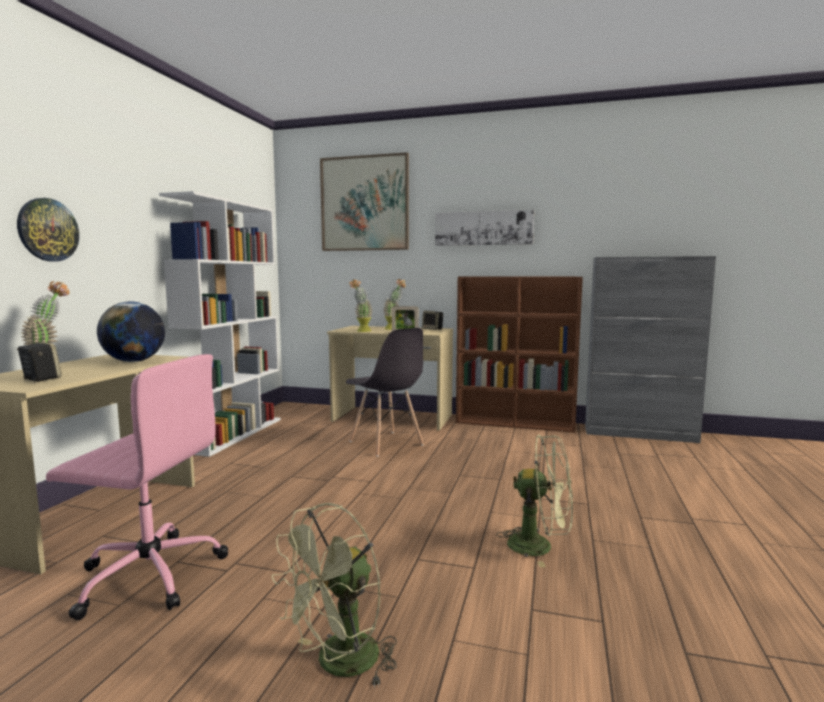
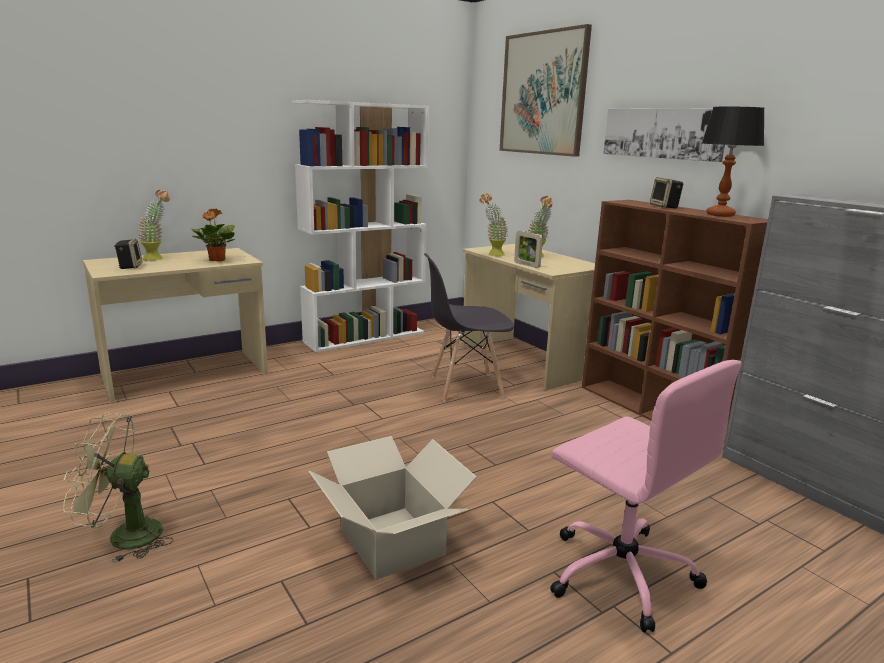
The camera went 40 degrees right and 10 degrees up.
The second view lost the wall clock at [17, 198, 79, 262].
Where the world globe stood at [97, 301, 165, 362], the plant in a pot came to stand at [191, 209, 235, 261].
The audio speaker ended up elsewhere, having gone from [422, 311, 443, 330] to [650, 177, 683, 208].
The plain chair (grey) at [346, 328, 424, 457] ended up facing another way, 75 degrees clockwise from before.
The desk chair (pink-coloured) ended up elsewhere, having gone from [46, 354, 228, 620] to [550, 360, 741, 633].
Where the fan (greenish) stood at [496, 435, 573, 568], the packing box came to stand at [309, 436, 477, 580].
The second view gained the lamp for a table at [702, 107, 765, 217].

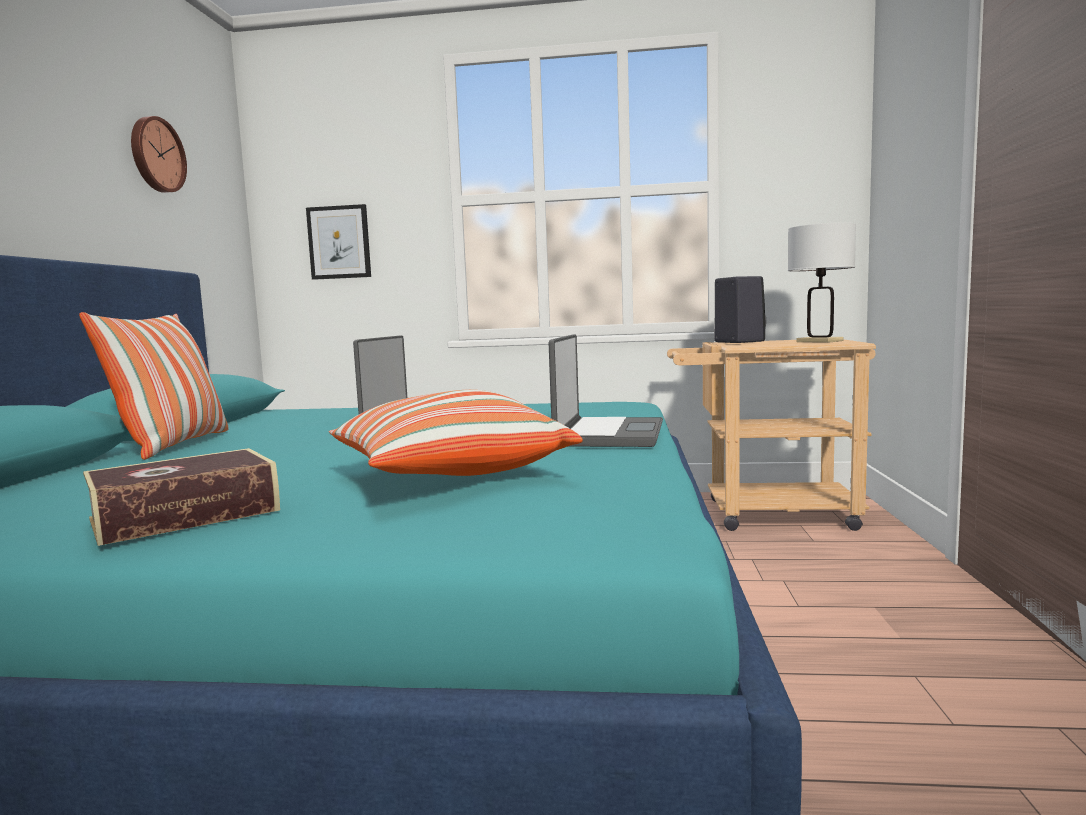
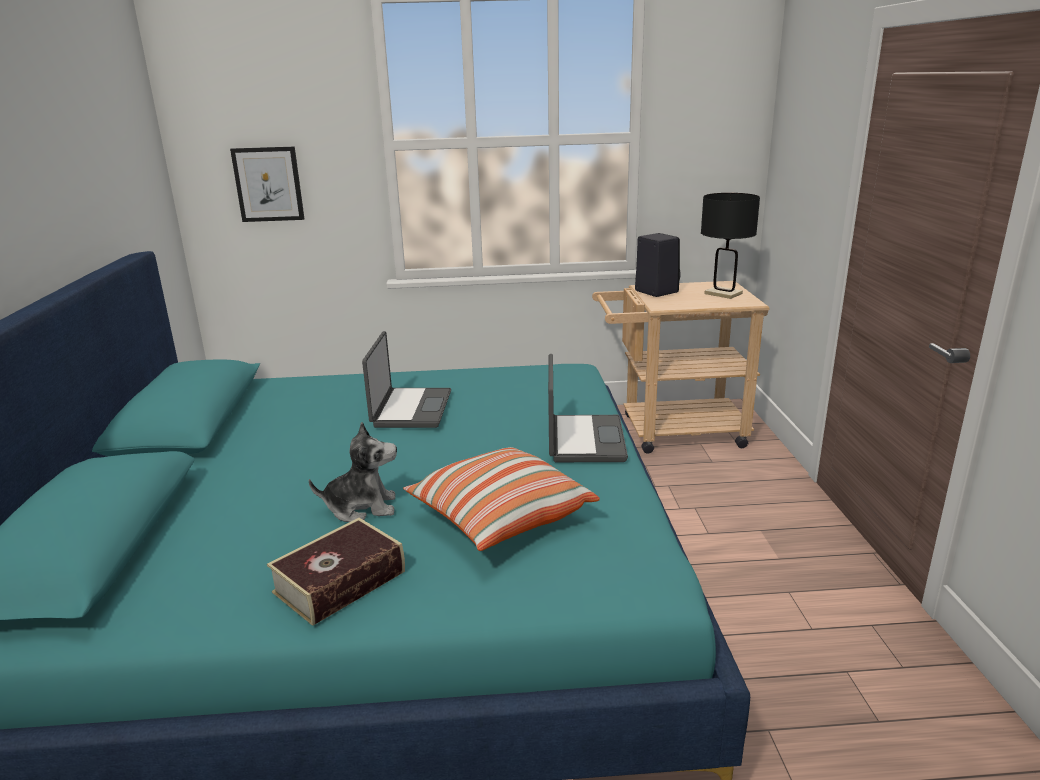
The camera went 10 degrees left and 15 degrees up.
The second view lost the wall clock at [131, 116, 187, 193].
What was the lamp for a table (white) at [788, 222, 856, 343] turned into the lamp for a table (black) at [701, 193, 760, 299].
The second view lost the throw pillow at [79, 312, 229, 460].
The second view gained the plush toy at [309, 422, 397, 522].

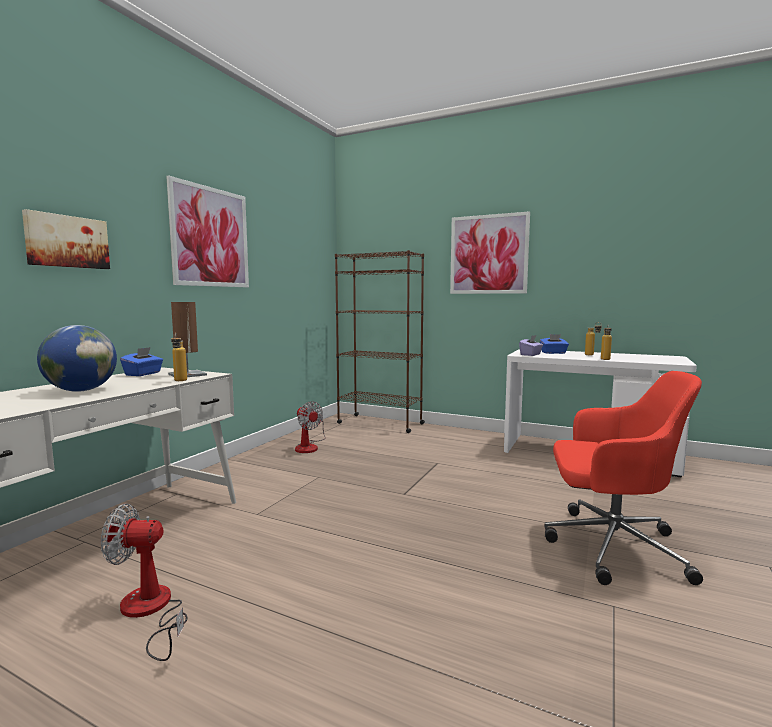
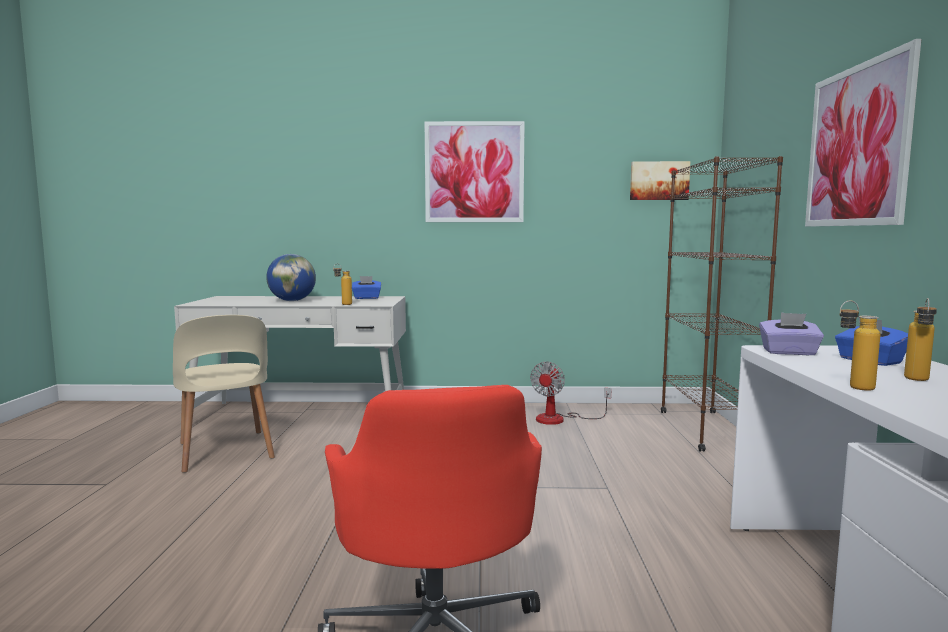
The camera went 65 degrees right and 0 degrees up.
The wall art ended up elsewhere, having gone from [22, 209, 110, 269] to [630, 161, 690, 200].
The second view lost the lamp for a table (brown-coloured) at [168, 302, 207, 377].
Where the fan stood at [101, 504, 188, 661], the plain chair (sand-coloured) came to stand at [173, 315, 275, 473].

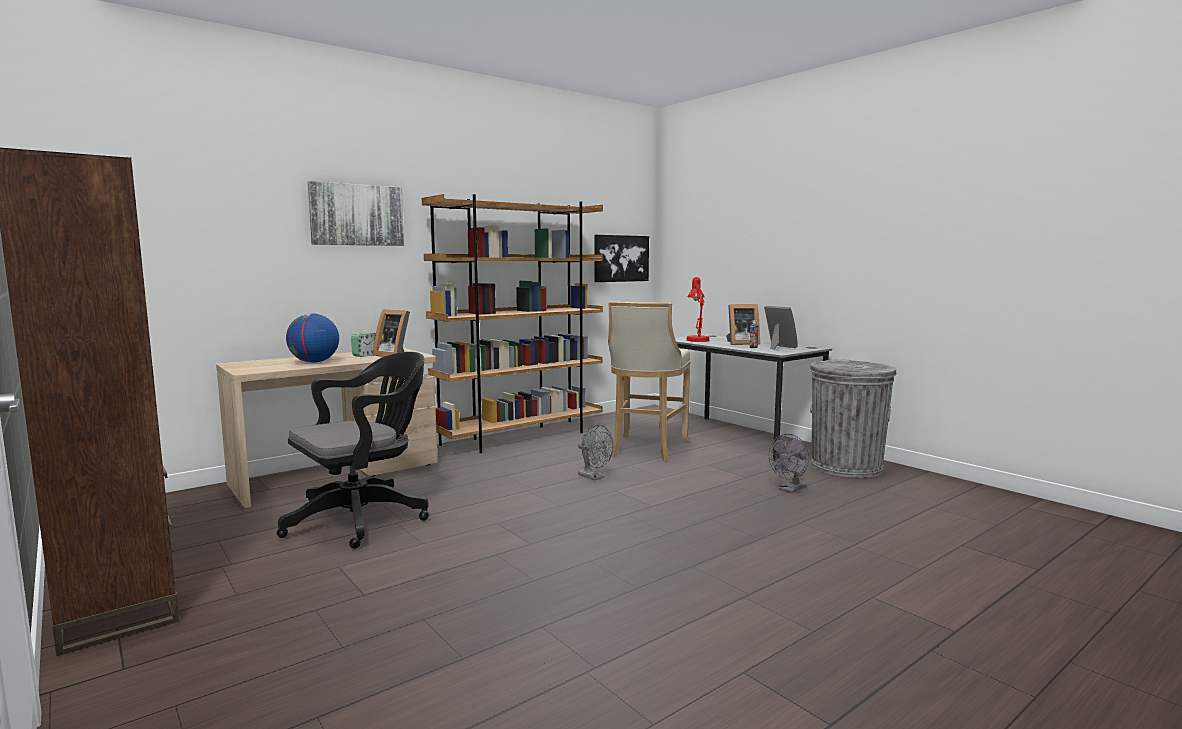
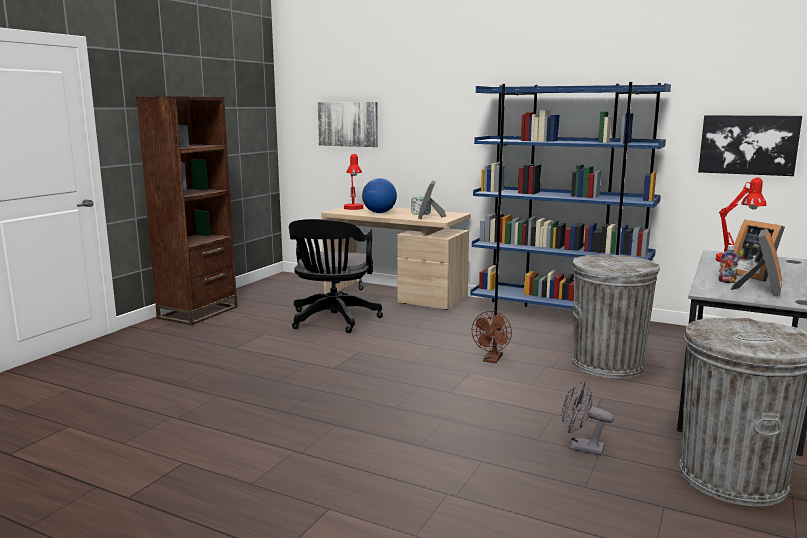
The camera went 65 degrees right and 5 degrees up.
The wall art ended up elsewhere, having gone from [308, 181, 404, 246] to [318, 102, 378, 147].
What was the shelving unit (brown-coloured) at [422, 194, 603, 453] turned into the shelving unit (bluish) at [471, 82, 671, 316].
Where the stool (sand-coloured) stood at [608, 302, 690, 461], the rubbish bin (grey) came to stand at [572, 255, 660, 378].
The desk chair (black) at [277, 352, 429, 549] ended up facing another way, 75 degrees clockwise from before.
What was the fan (grey) at [578, 425, 613, 480] turned into the fan (brown-coloured) at [472, 311, 512, 363].
The second view gained the lamp for a table (red) at [344, 154, 363, 210].

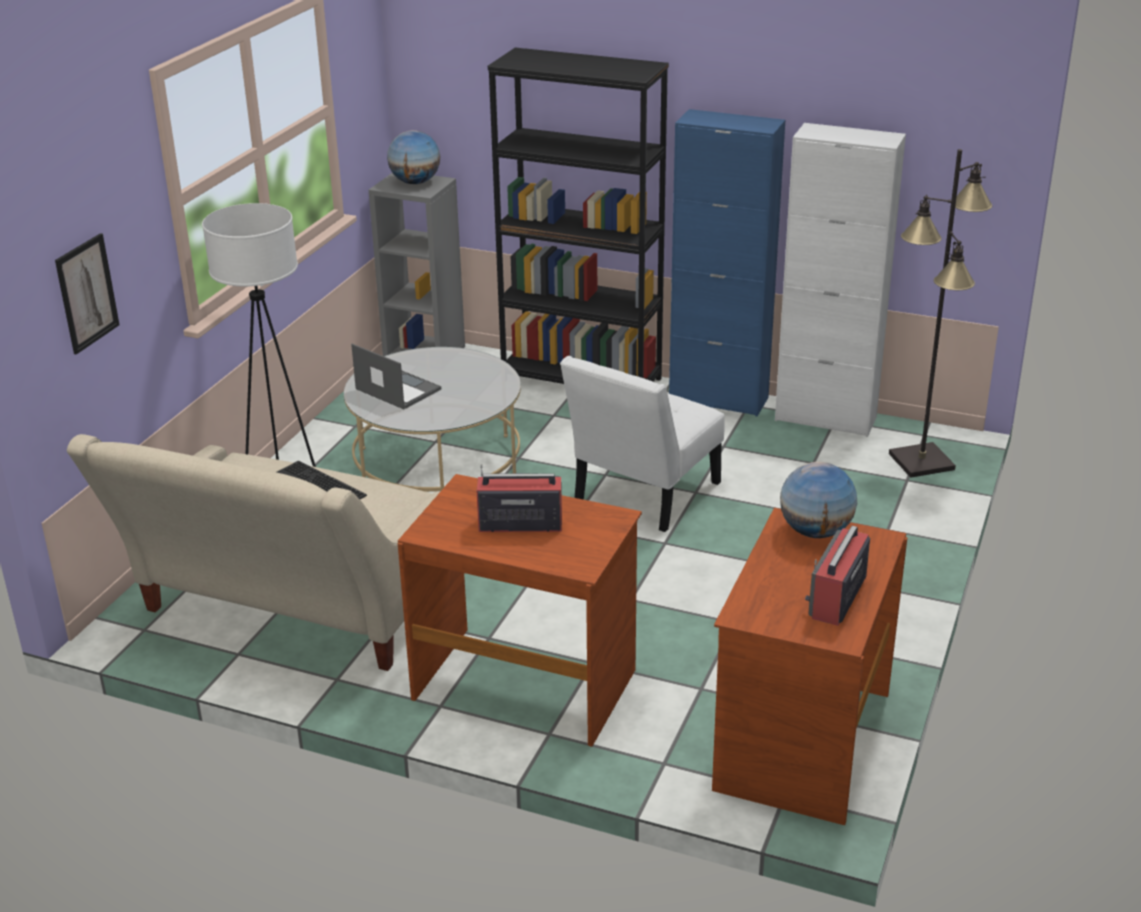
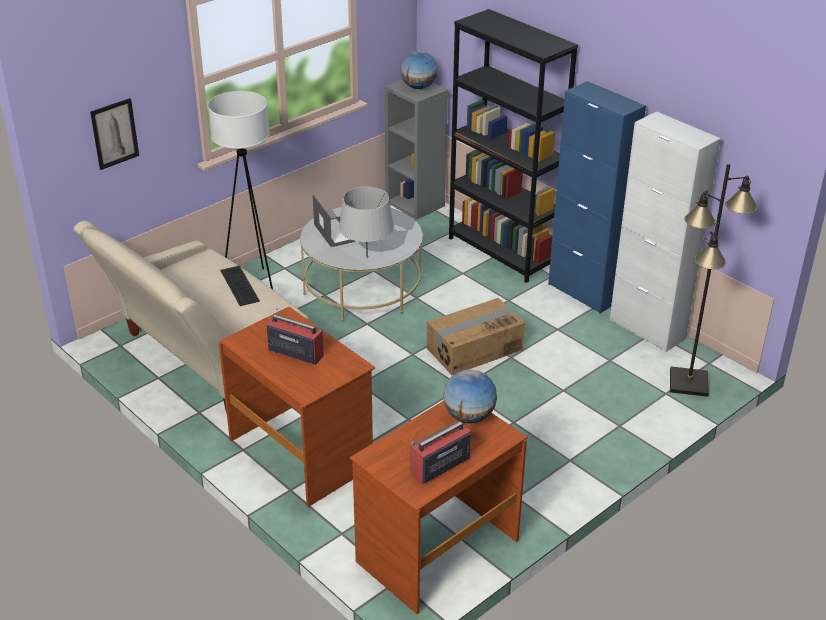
The camera went 25 degrees right and 5 degrees up.
Where the plain chair (white) stood at [560, 356, 725, 532], the packing box came to stand at [427, 298, 525, 375].
The second view gained the lamp for a table (grey) at [339, 186, 394, 258].

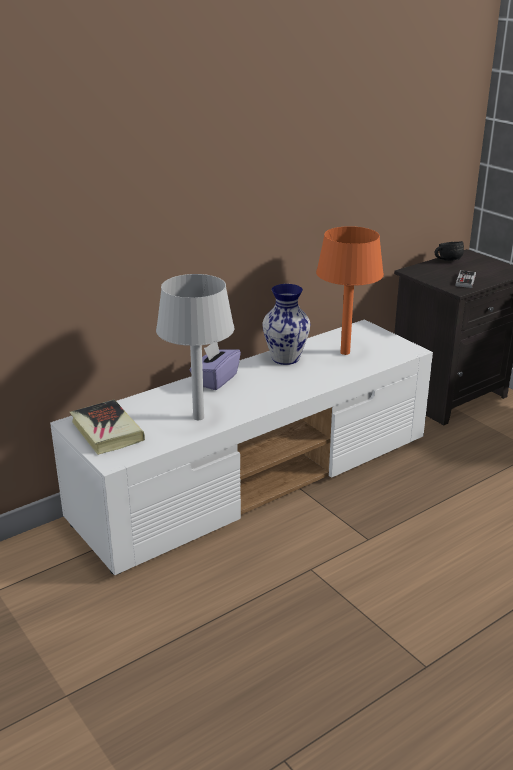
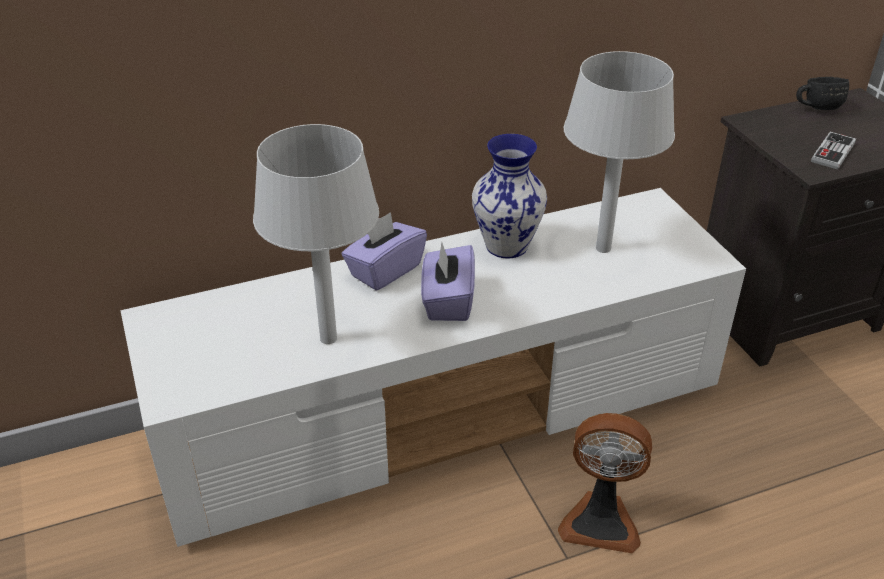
The camera went 15 degrees right and 10 degrees up.
What was the lamp for a table (orange) at [316, 226, 384, 355] turned into the lamp for a table (grey) at [564, 51, 675, 253].
The second view lost the bound book at [70, 400, 145, 455].
The second view gained the tissue box (purple-coloured) at [421, 241, 475, 321].
The second view gained the fan at [558, 413, 652, 553].

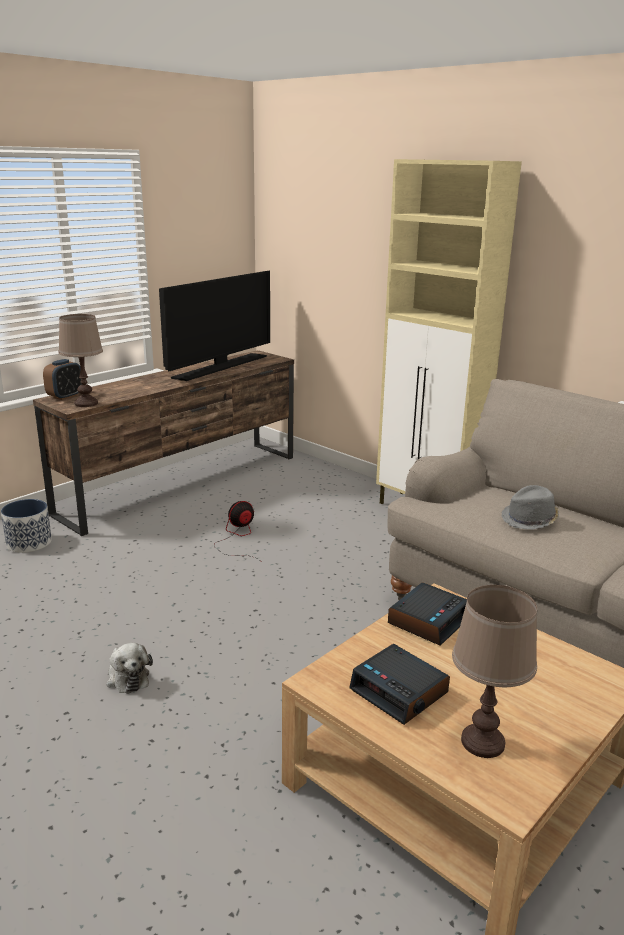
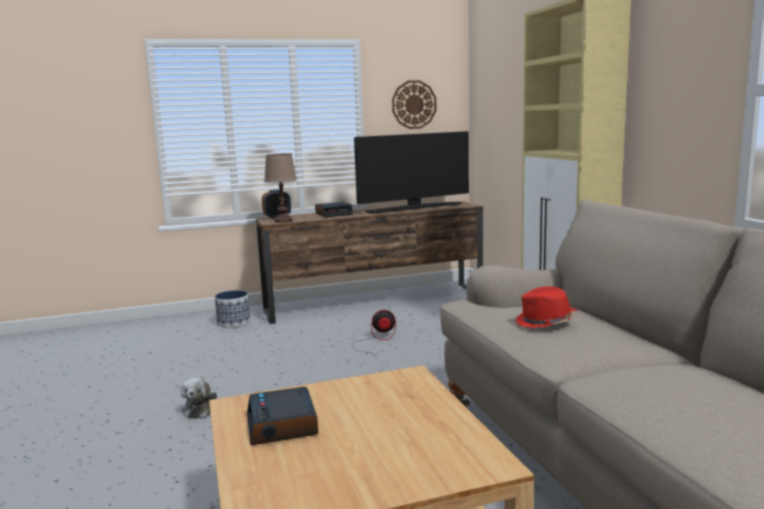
The camera went 30 degrees right and 10 degrees down.
What was the clothing hat (grey) at [502, 485, 559, 530] turned into the clothing hat (red) at [515, 286, 577, 328].
The bedside clock ended up elsewhere, having gone from [388, 583, 467, 646] to [315, 202, 353, 217].
The second view lost the lamp for a table (brown-coloured) at [452, 585, 537, 758].
The second view gained the wall clock at [392, 80, 437, 129].

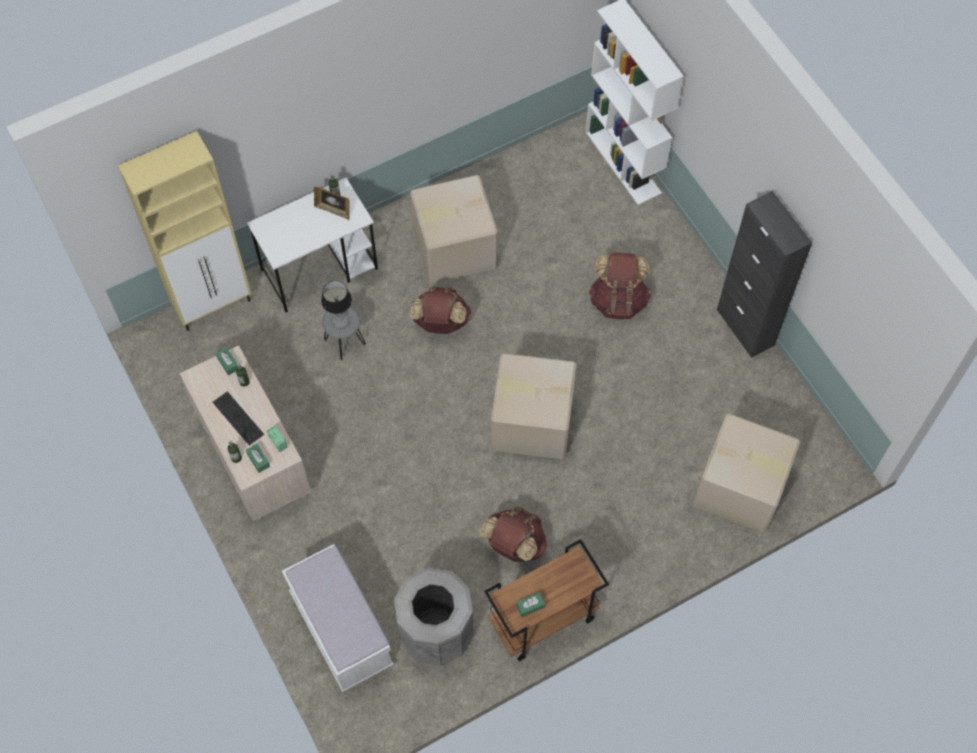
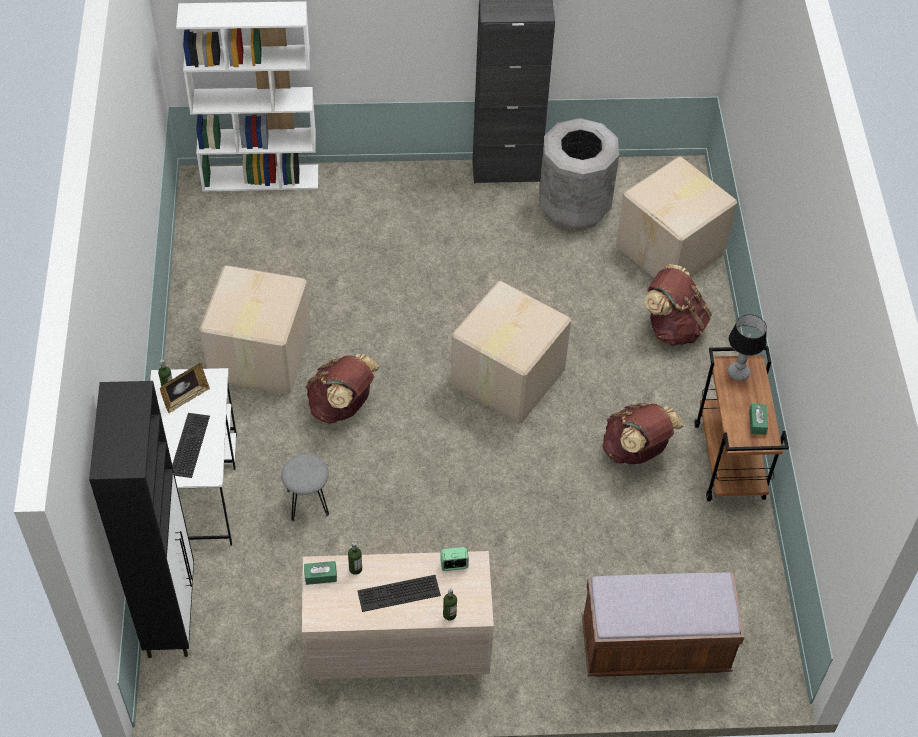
The camera went 65 degrees left and 10 degrees down.
What was the storage cabinet (sand-coloured) at [118, 131, 251, 331] turned into the storage cabinet (black) at [89, 381, 194, 658].
The knapsack (brown-coloured) ended up elsewhere, having gone from [589, 253, 651, 319] to [644, 264, 712, 346].
The lamp for a table ended up elsewhere, having gone from [321, 280, 352, 329] to [728, 314, 767, 381].
The second view lost the tissue box (greenish) at [246, 444, 270, 473].
What was the indoor bench (white) at [282, 544, 394, 692] turned into the indoor bench (brown-coloured) at [582, 572, 745, 677].
The rubbish bin (grey) ended up elsewhere, having gone from [394, 568, 473, 666] to [539, 118, 619, 231].
The second view gained the computer keyboard at [172, 413, 210, 478].

